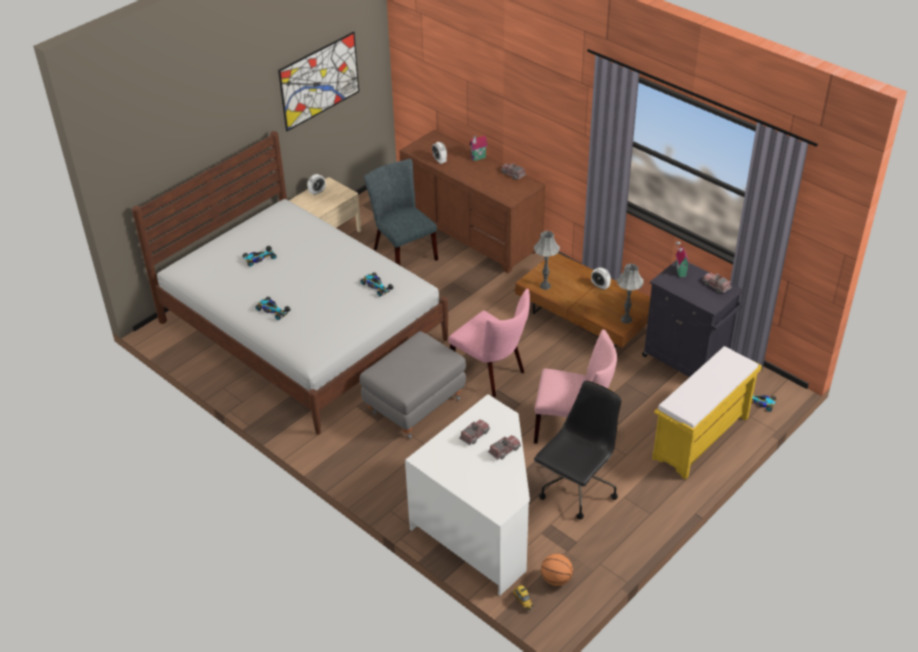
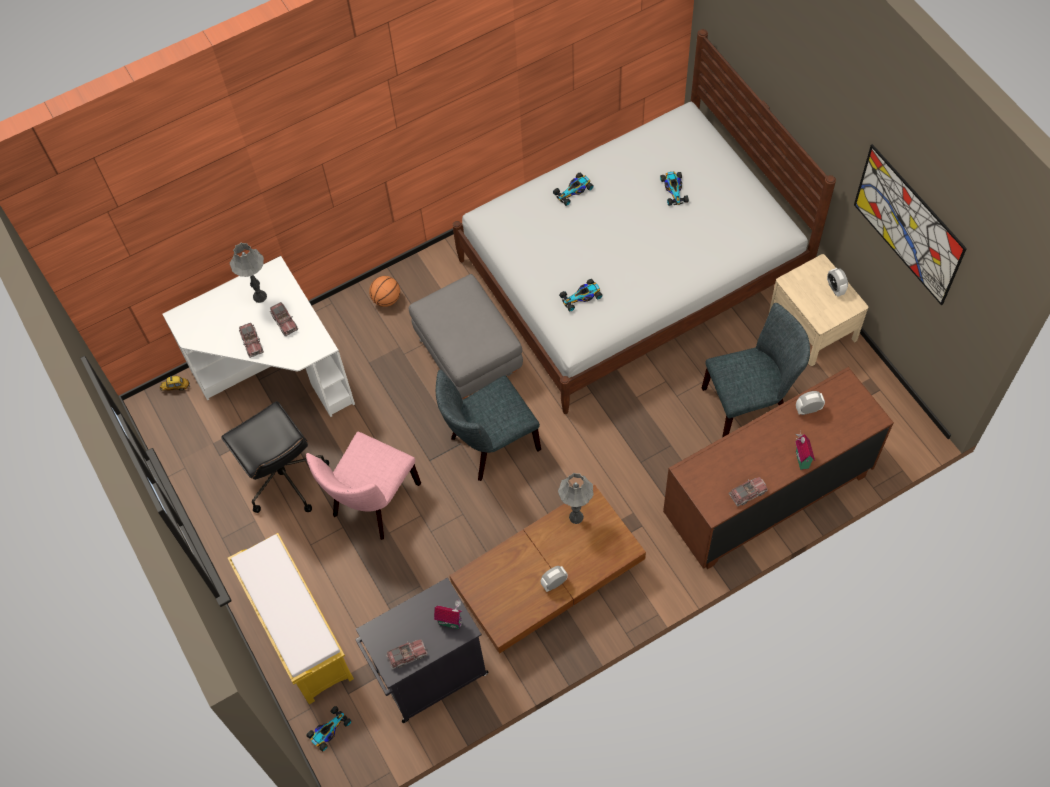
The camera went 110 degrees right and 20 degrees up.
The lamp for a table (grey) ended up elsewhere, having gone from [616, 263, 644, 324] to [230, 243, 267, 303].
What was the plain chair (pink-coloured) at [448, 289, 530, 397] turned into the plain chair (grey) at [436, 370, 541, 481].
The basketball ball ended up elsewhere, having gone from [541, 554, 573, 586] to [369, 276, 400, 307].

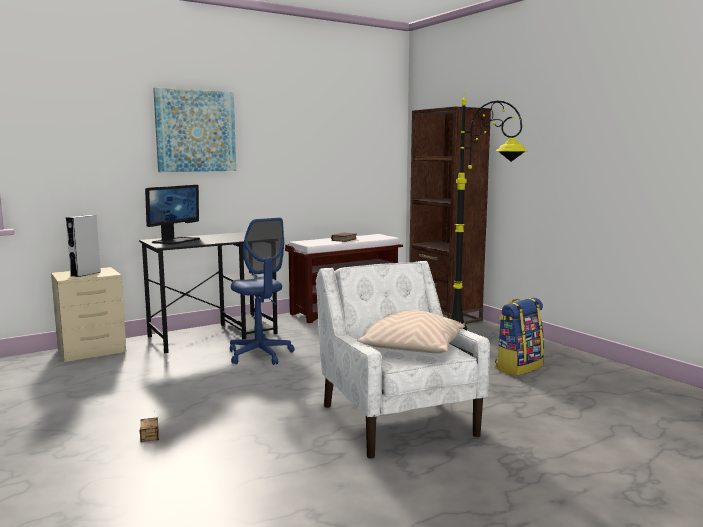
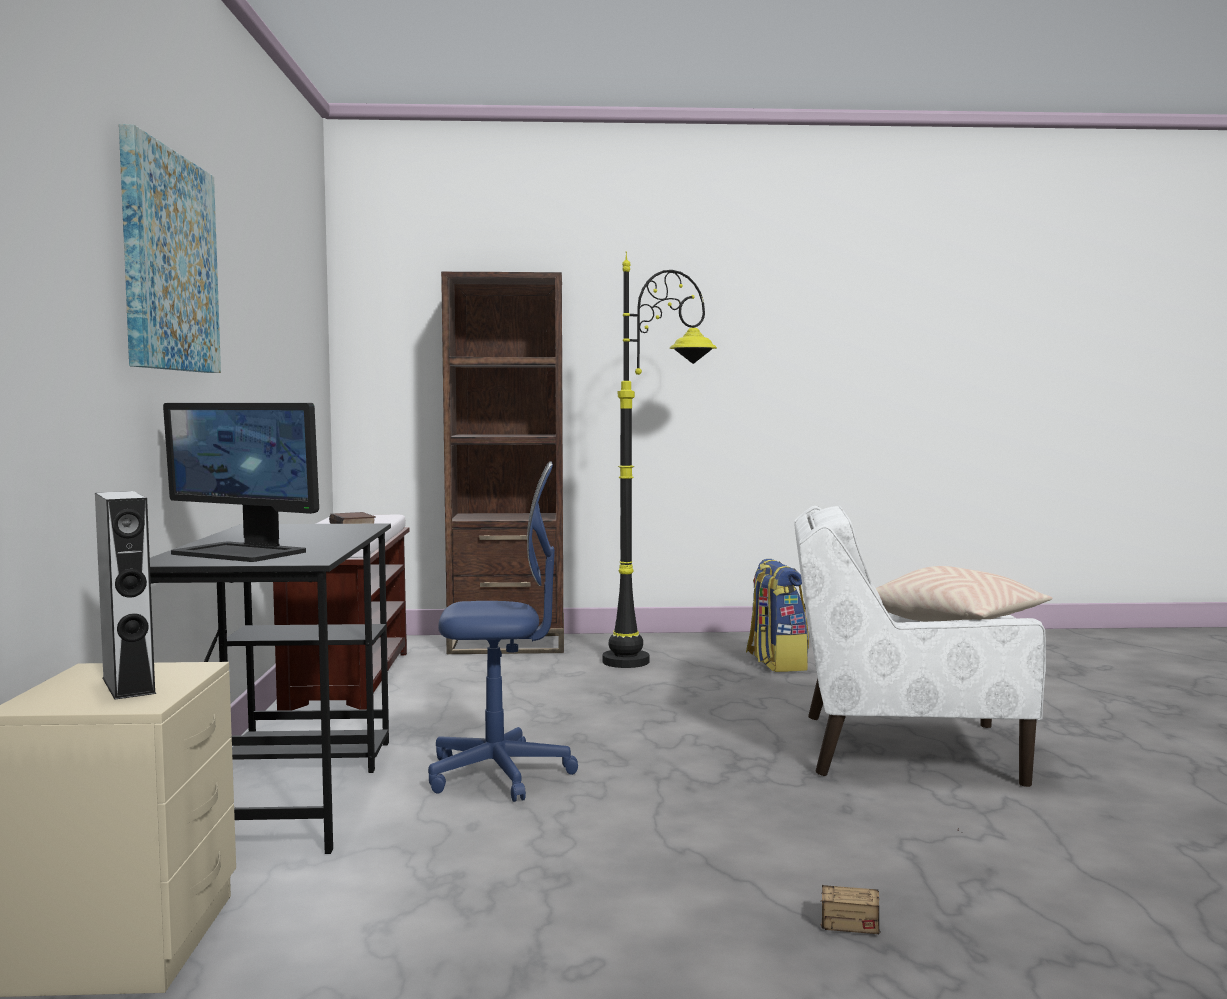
The camera went 60 degrees left and 5 degrees down.
The monitor at [145, 184, 200, 245] ended up facing another way, 150 degrees clockwise from before.

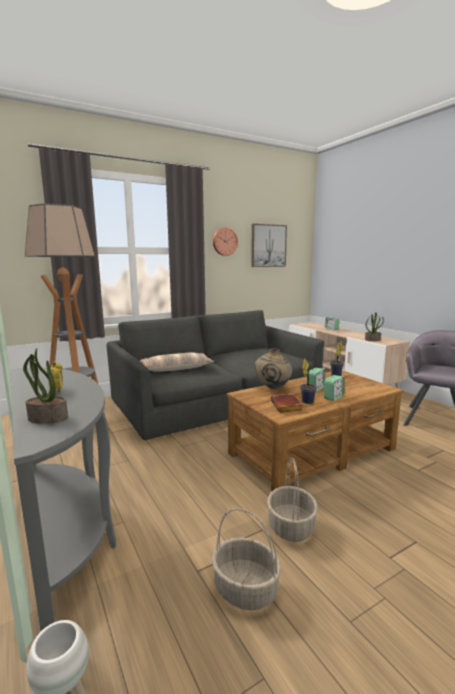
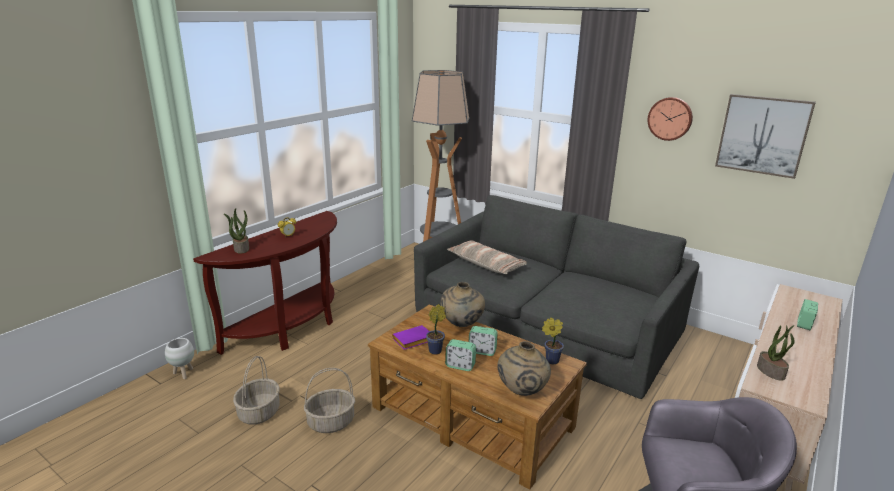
The camera went 65 degrees right and 10 degrees up.
What was the console table (grey) at [10, 368, 116, 631] turned into the console table (brown-coloured) at [193, 211, 337, 355].
What was the bound book (brown-coloured) at [270, 394, 303, 413] turned into the bound book (purple-coloured) at [392, 325, 430, 350].
The second view gained the vase (sand-coloured) at [497, 341, 551, 396].

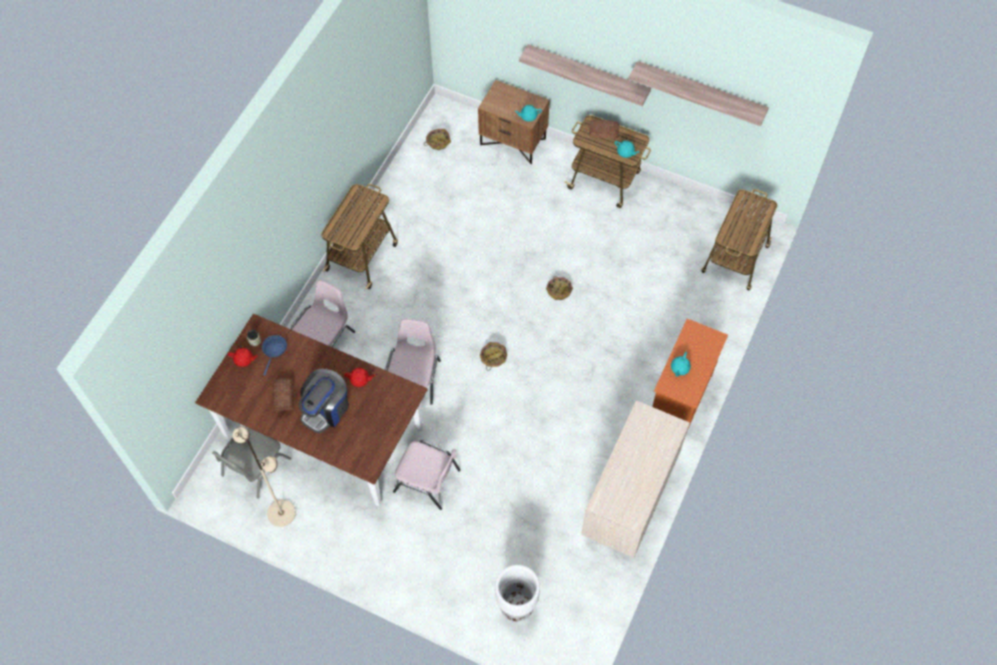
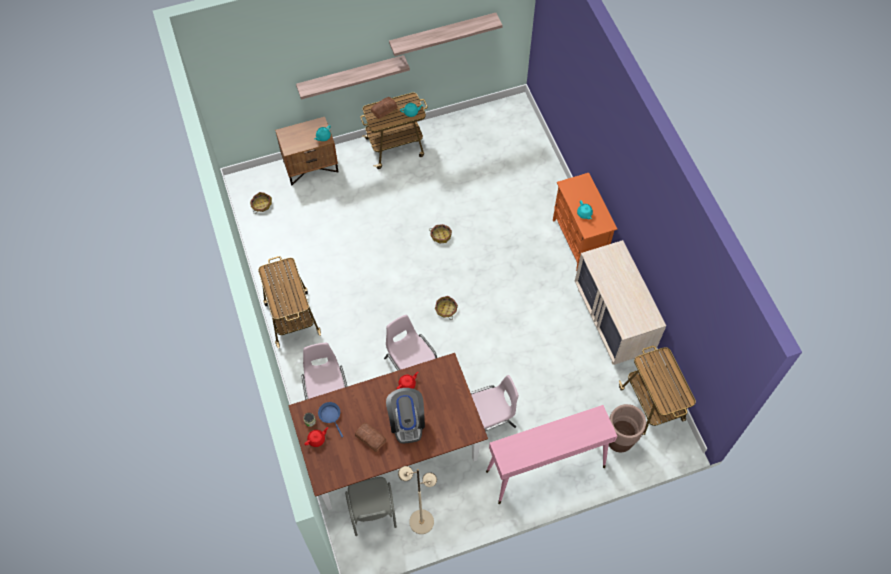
The camera went 45 degrees left and 0 degrees up.
The trolley ended up elsewhere, having gone from [701, 189, 777, 290] to [619, 346, 696, 435].
What was the flower pot (white) at [495, 565, 540, 621] turned into the flower pot (brown-coloured) at [609, 404, 646, 452].
The second view gained the console table (pink-coloured) at [486, 405, 617, 504].

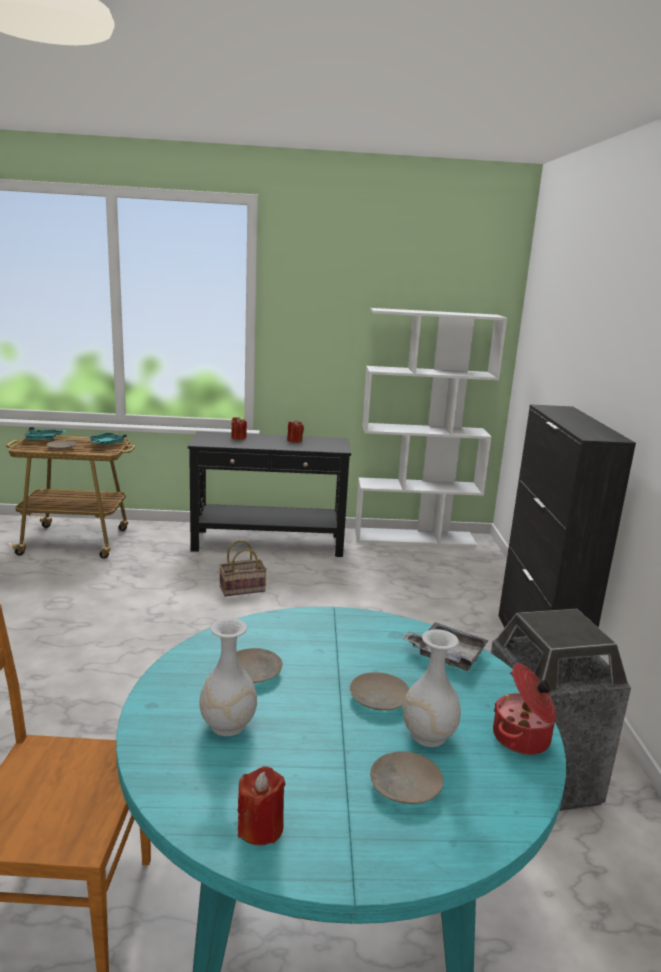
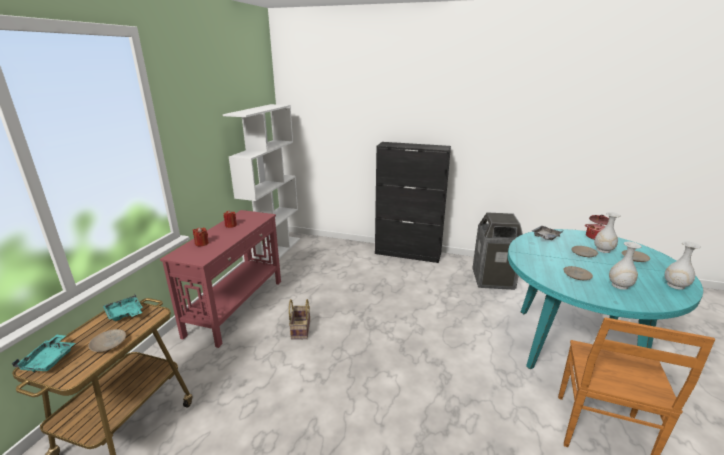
The camera went 70 degrees left and 5 degrees up.
What was the console table (black) at [188, 431, 351, 557] turned into the console table (red) at [160, 210, 281, 348].
Where the candle (red) stood at [237, 766, 285, 845], the vase (white) came to stand at [664, 241, 701, 290].

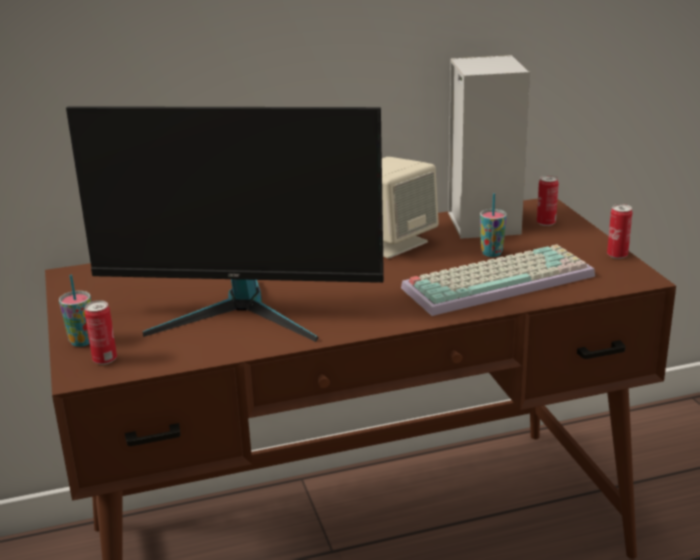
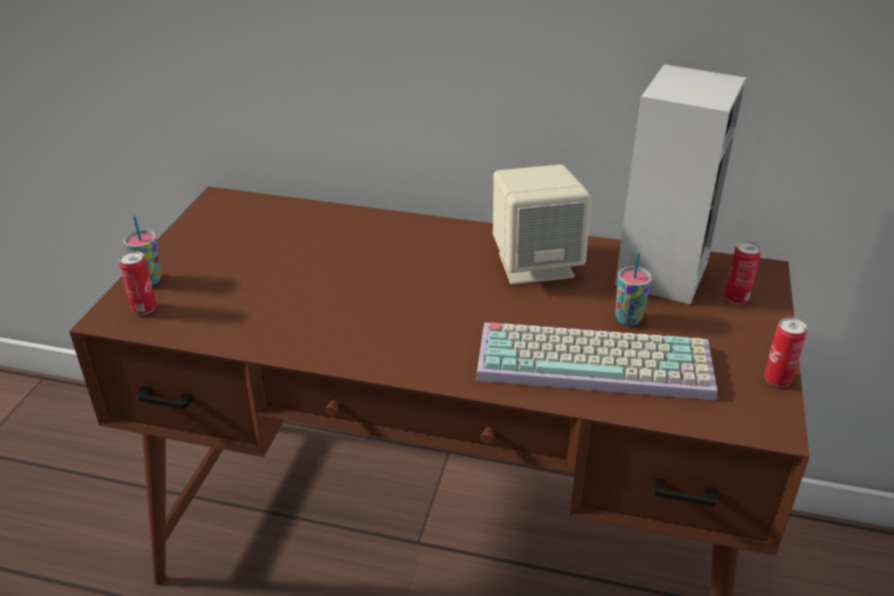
The camera went 30 degrees right and 10 degrees up.
The second view lost the monitor at [66, 106, 384, 342].

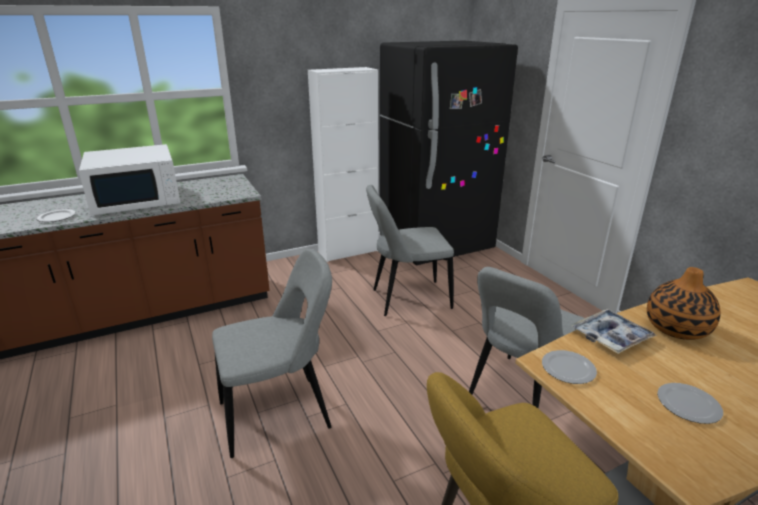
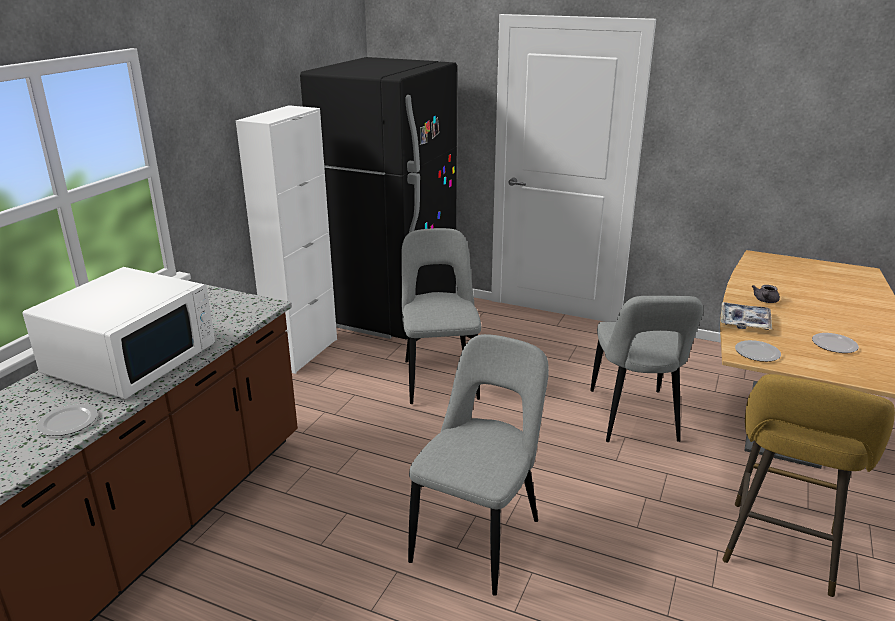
The camera went 40 degrees left and 0 degrees up.
The plain chair (grey) at [366, 185, 454, 316] ended up facing another way, 135 degrees clockwise from before.
Where the vase stood at [647, 267, 721, 340], the pot for tea (grey) came to stand at [752, 285, 780, 303].

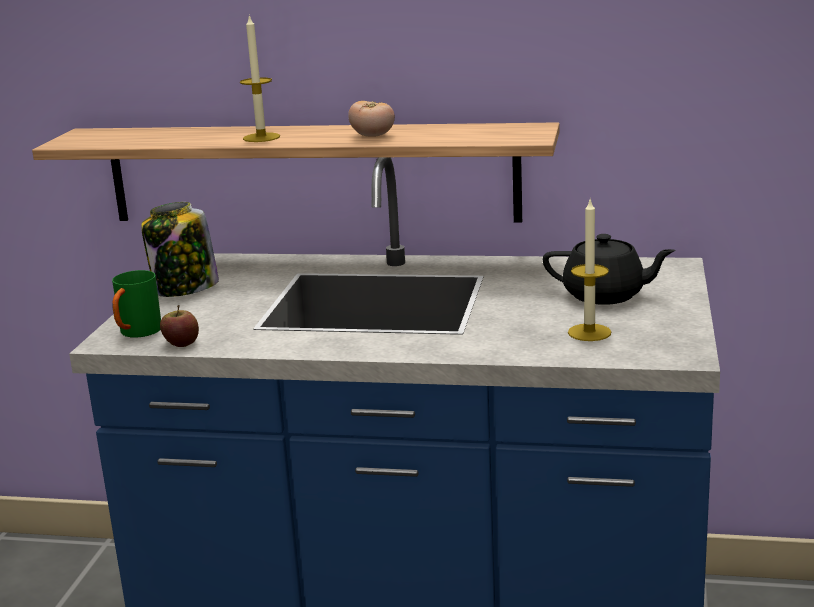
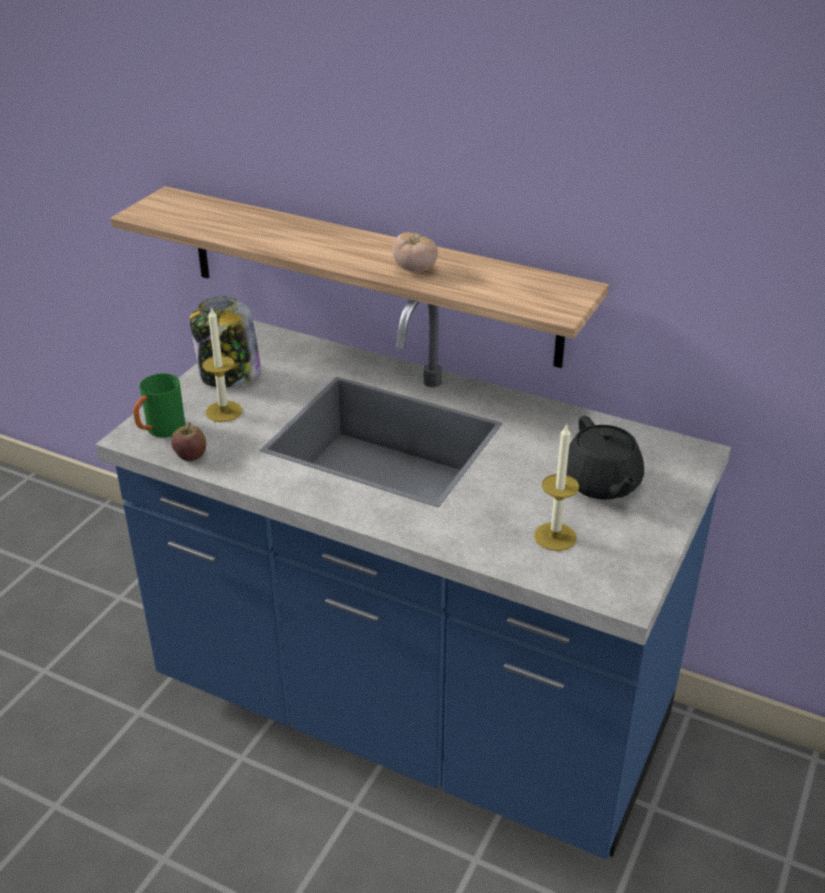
The camera went 15 degrees right and 15 degrees up.
The candle ended up elsewhere, having gone from [240, 15, 280, 142] to [202, 307, 242, 422].
The pot for tea (black) at [543, 234, 676, 305] ended up facing another way, 45 degrees clockwise from before.

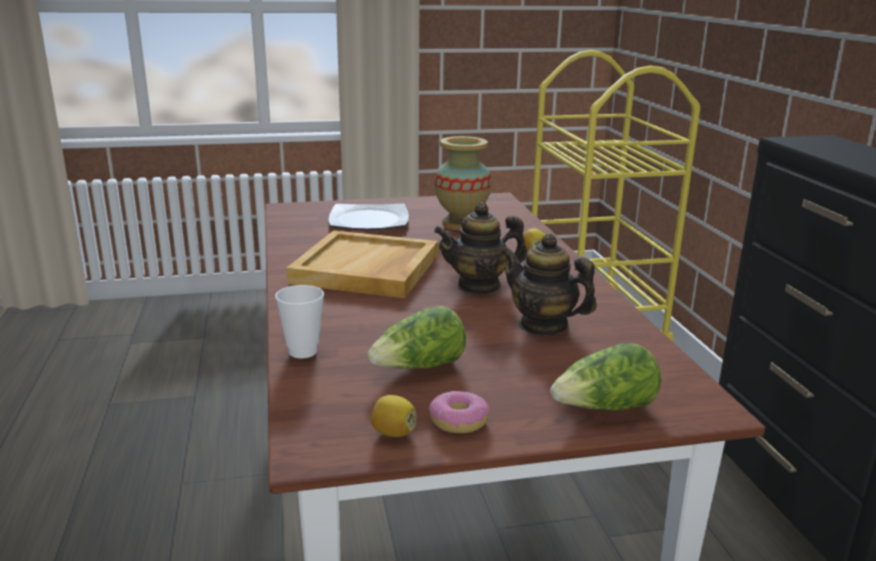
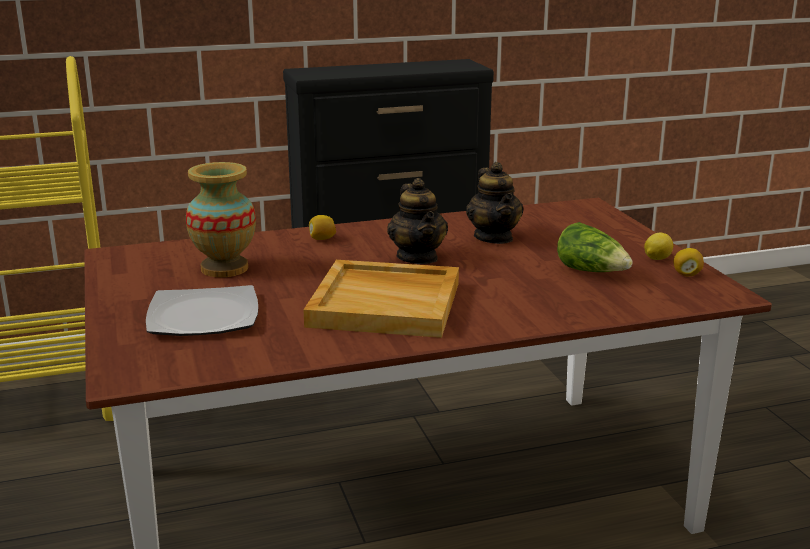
The camera went 95 degrees left and 0 degrees up.
The pot for tea at [501, 233, 597, 336] ended up facing another way, 45 degrees counterclockwise from before.
The second view lost the cup at [275, 285, 324, 358].
The second view lost the lettuce at [550, 343, 661, 411].
Where the doughnut stood at [429, 391, 489, 433], the whole lemon came to stand at [644, 233, 673, 260].

